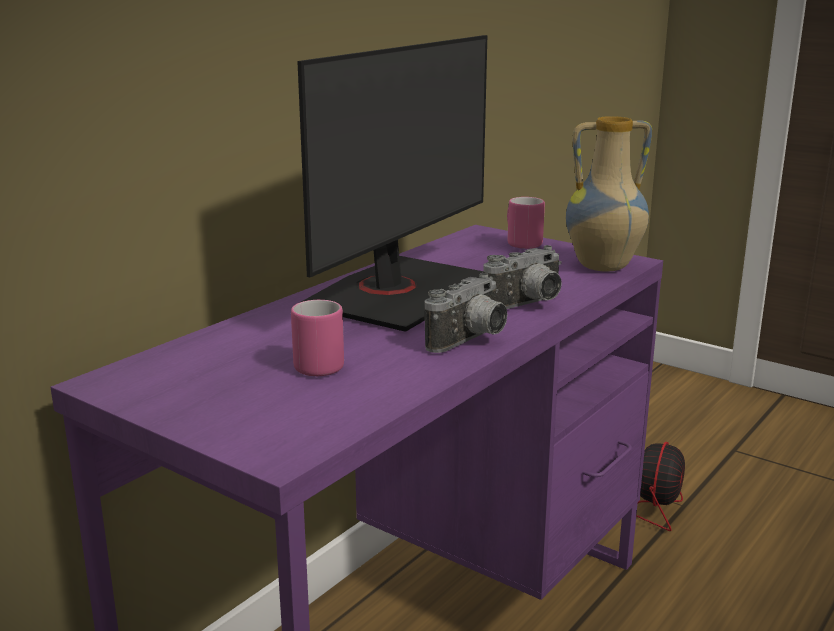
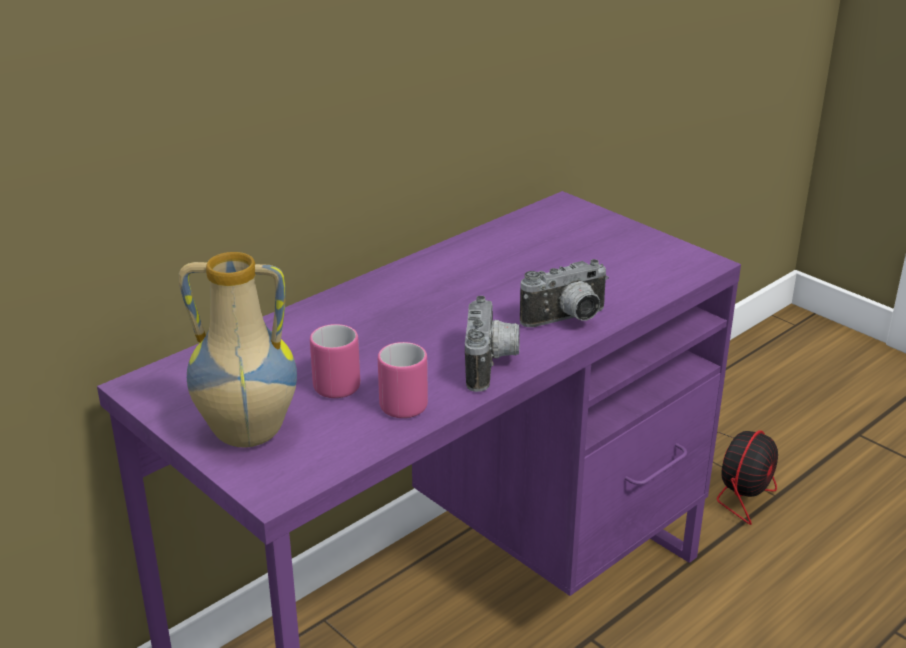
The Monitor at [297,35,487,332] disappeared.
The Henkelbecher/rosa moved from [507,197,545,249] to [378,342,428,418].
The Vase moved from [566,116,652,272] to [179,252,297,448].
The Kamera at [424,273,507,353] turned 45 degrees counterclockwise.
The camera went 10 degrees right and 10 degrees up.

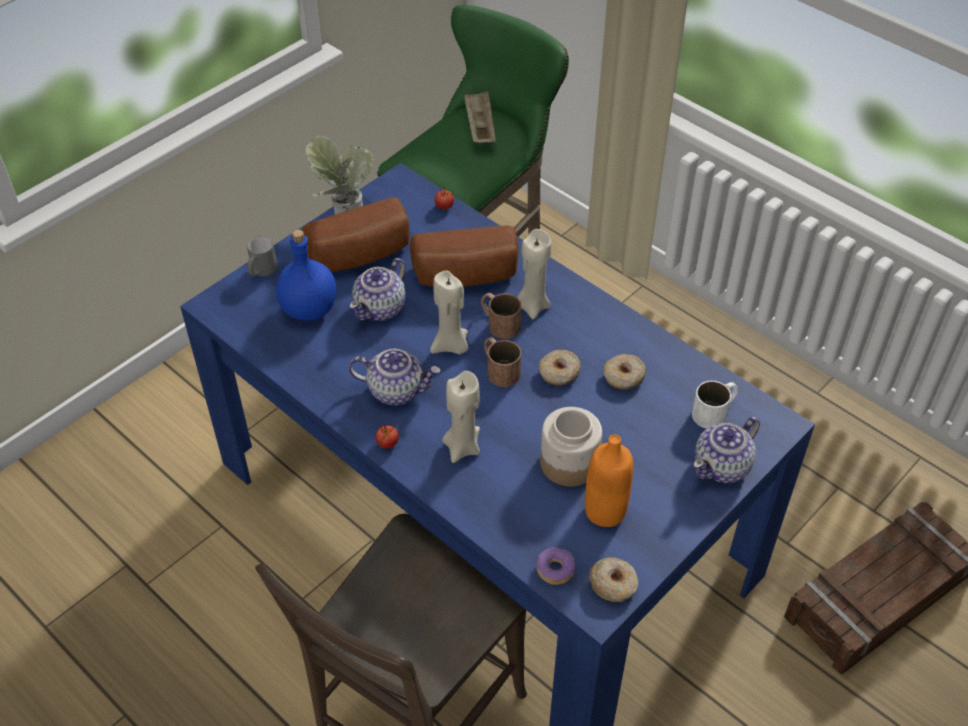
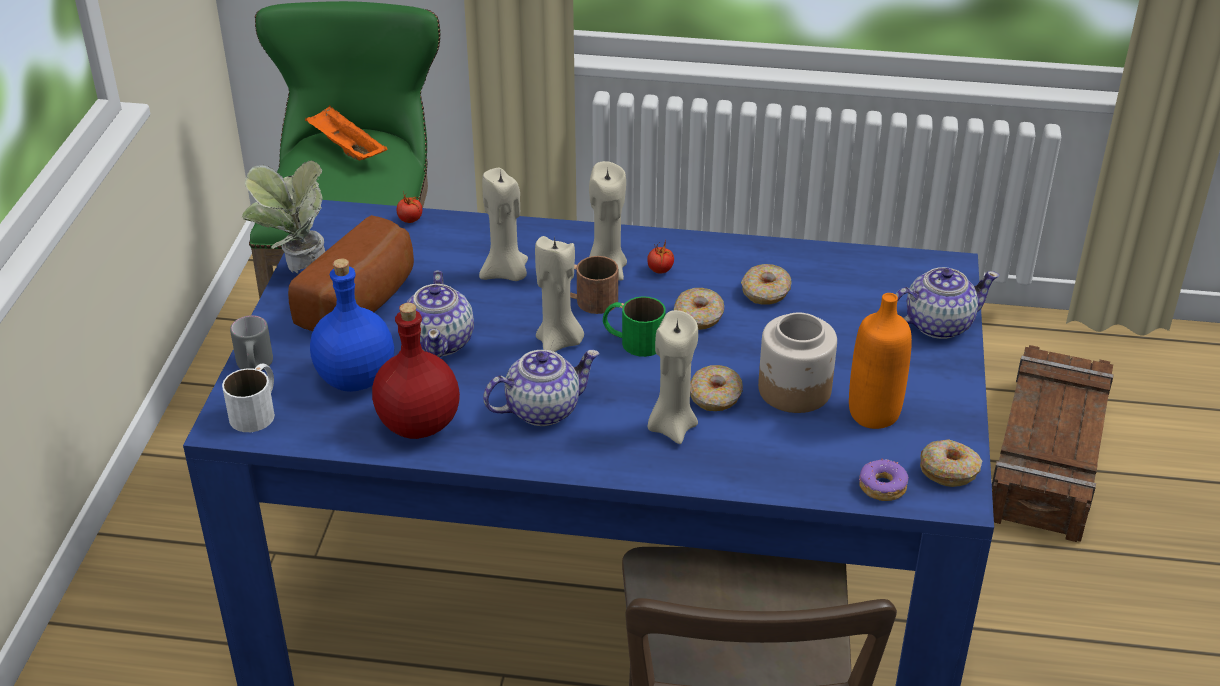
The Flasche/rot at [372,303,460,439] appeared.
The Donut at [690,365,743,411] appeared.
The Tomate moved from [375,424,399,449] to [647,241,674,273].
The Henkelbecher/weiß moved from [692,381,738,429] to [222,364,275,432].
The Brot at [410,225,519,287] was replaced by the Kerze/beige at [479,168,528,281].
The Tablett/beige at [464,91,496,143] became the Tablett/orange at [305,106,387,160].
The Henkelbecher/braun at [484,337,521,387] became the Henkelbecher/grün at [603,296,666,357].
The Teekanne at [693,417,760,483] turned 120 degrees counterclockwise.
The camera went 35 degrees left and 10 degrees down.

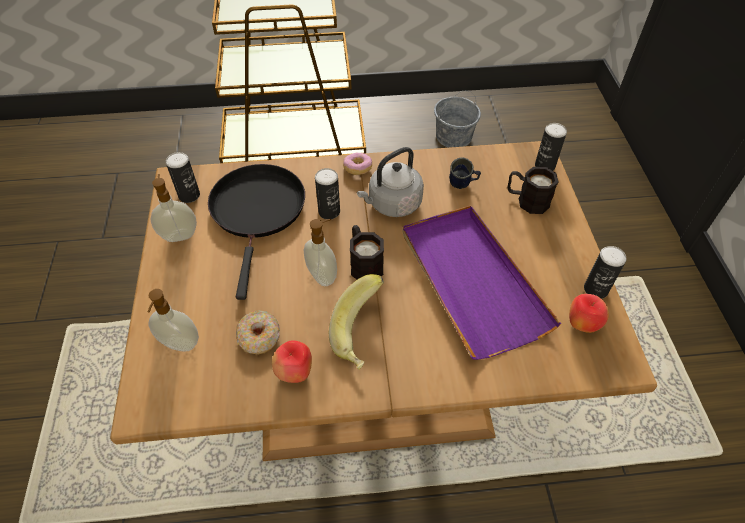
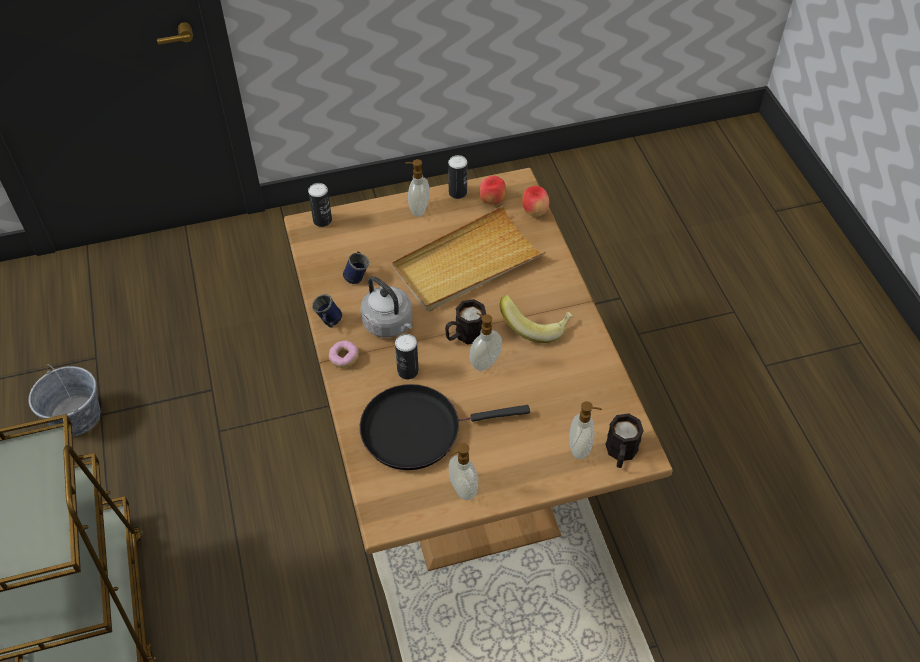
The Dose at [166,152,200,203] disappeared.
The Donut at [236,310,280,355] disappeared.
The Henkelbecher/blau at [312,294,342,328] appeared.
The Seifenspender at [405,159,429,217] appeared.
The Apfel moved from [272,340,312,383] to [522,186,549,217].
The Henkelbecher/schwarz moved from [508,167,558,214] to [605,413,644,468].
The Tablett/lila at [402,205,561,360] became the Tablett/beige at [392,205,546,312].
The camera went 100 degrees left and 0 degrees up.

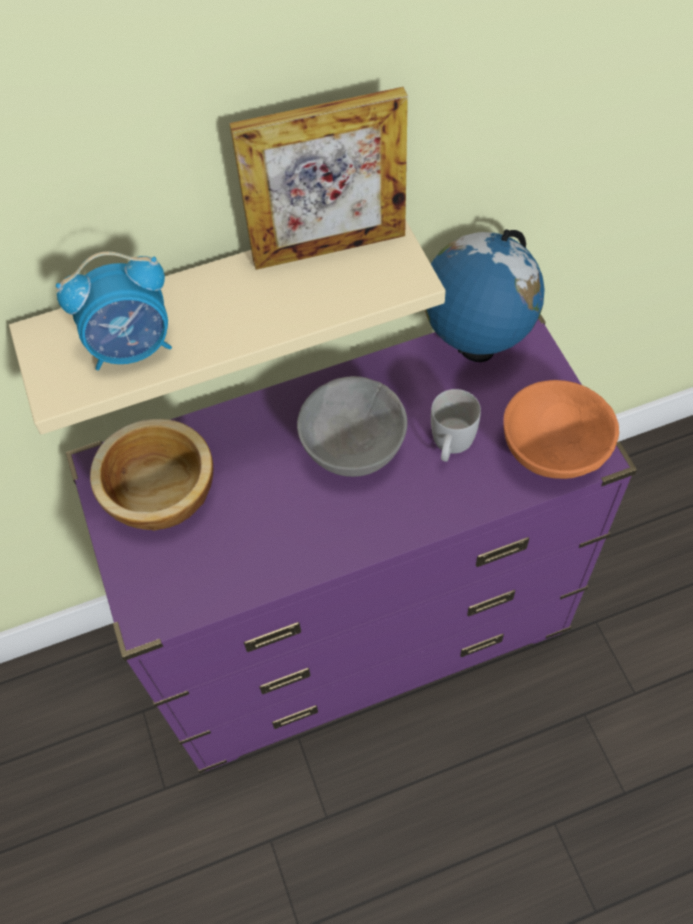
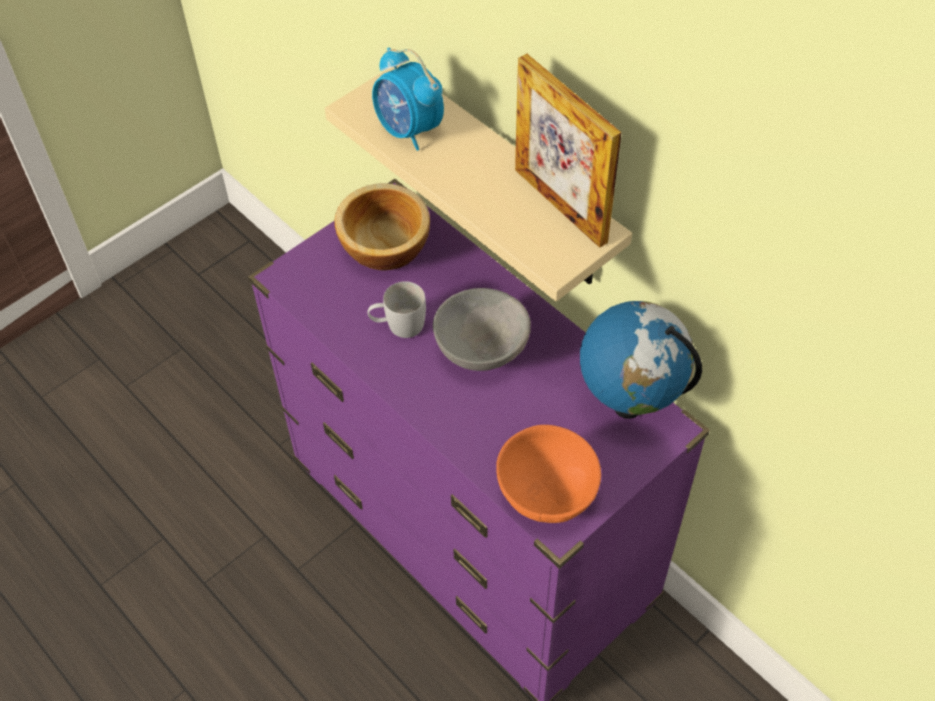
The Henkelbecher/weiß moved from [431,389,481,462] to [368,281,426,338].
The camera went 65 degrees right and 5 degrees down.

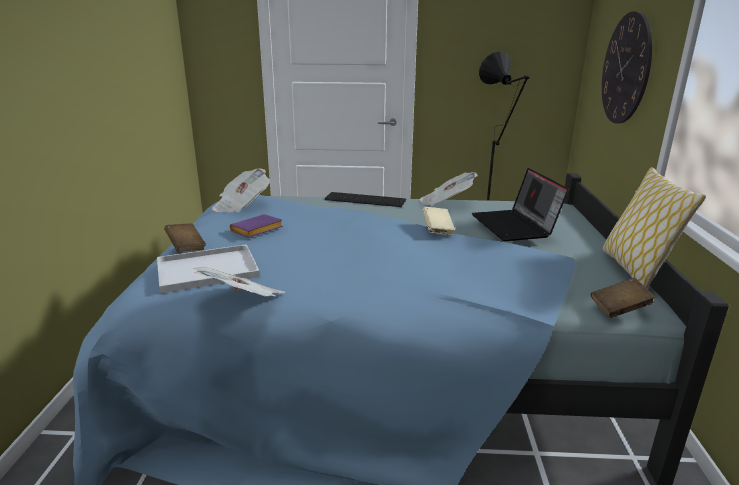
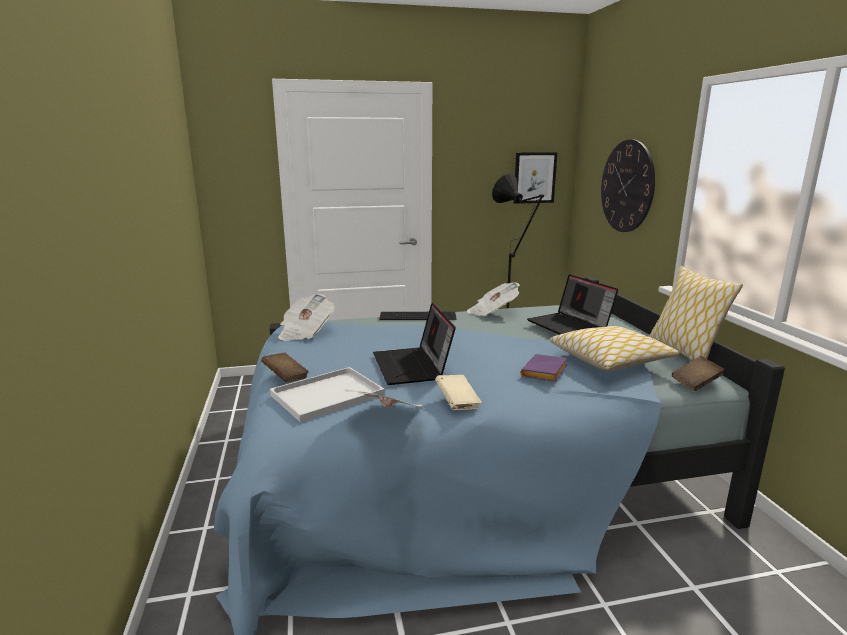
The Laptop at [373,303,456,385] appeared.
The Bild at [514,152,557,204] appeared.
The Kissen at [550,326,680,371] appeared.
The Buch/lila moved from [230,214,283,238] to [520,354,567,382].
The Buch/beige moved from [422,207,455,235] to [435,375,482,410].
The camera went 15 degrees left and 5 degrees down.

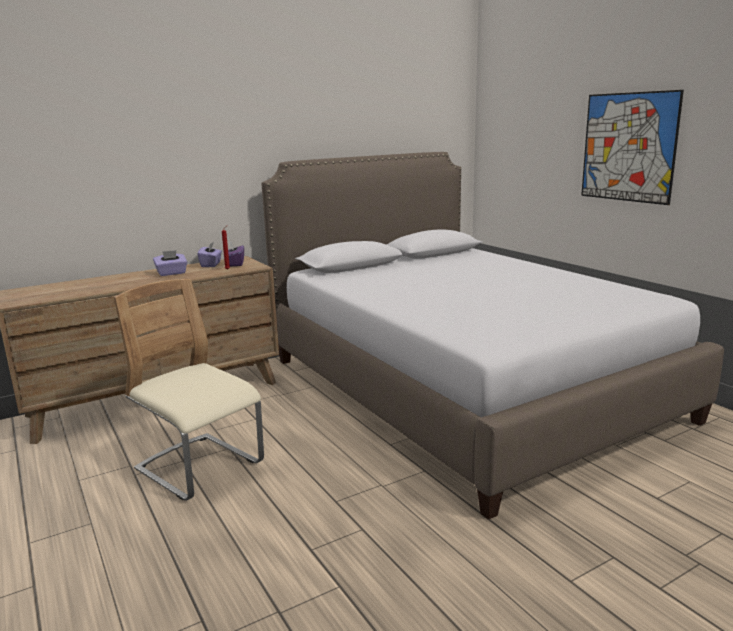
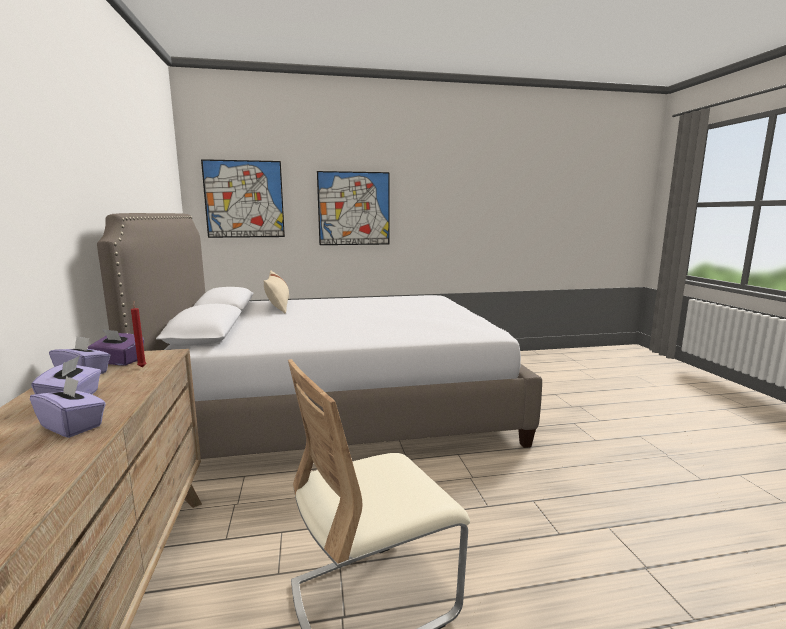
The Taschentuchbox/lila at [30,376,106,438] appeared.
The Bild at [201,159,285,238] appeared.
The Kissen/beige at [263,270,289,314] appeared.
The camera went 70 degrees left and 5 degrees down.

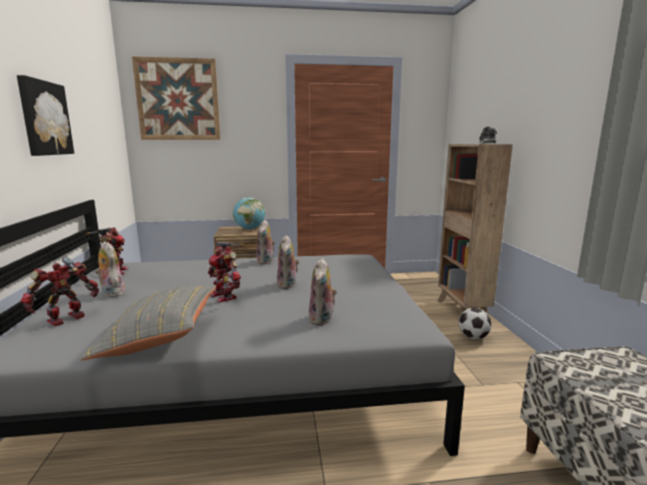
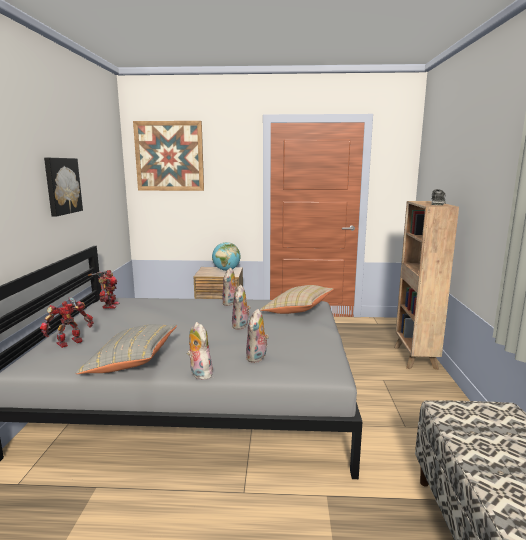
The Spielzeugroboter at [208,242,244,303] disappeared.
The Fußball at [459,308,492,339] disappeared.
The Kissen/beige at [260,285,334,314] appeared.
The Plüschtier moved from [95,241,125,297] to [187,322,213,380].
The camera went 10 degrees right and 0 degrees up.

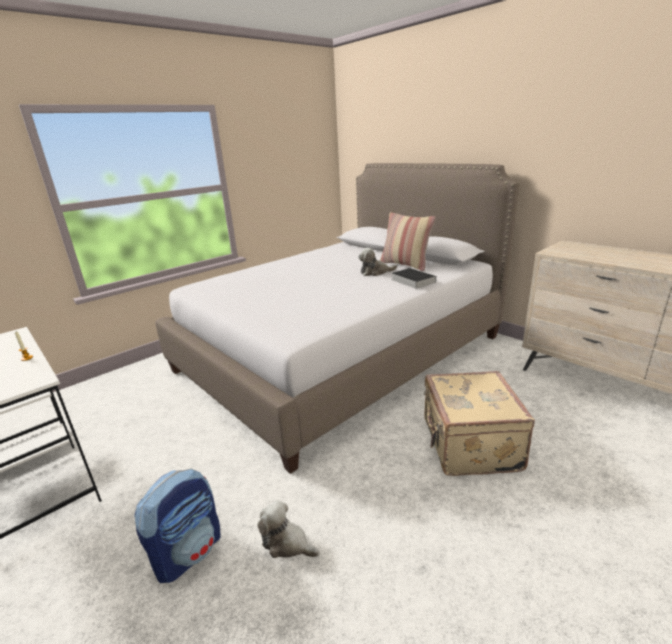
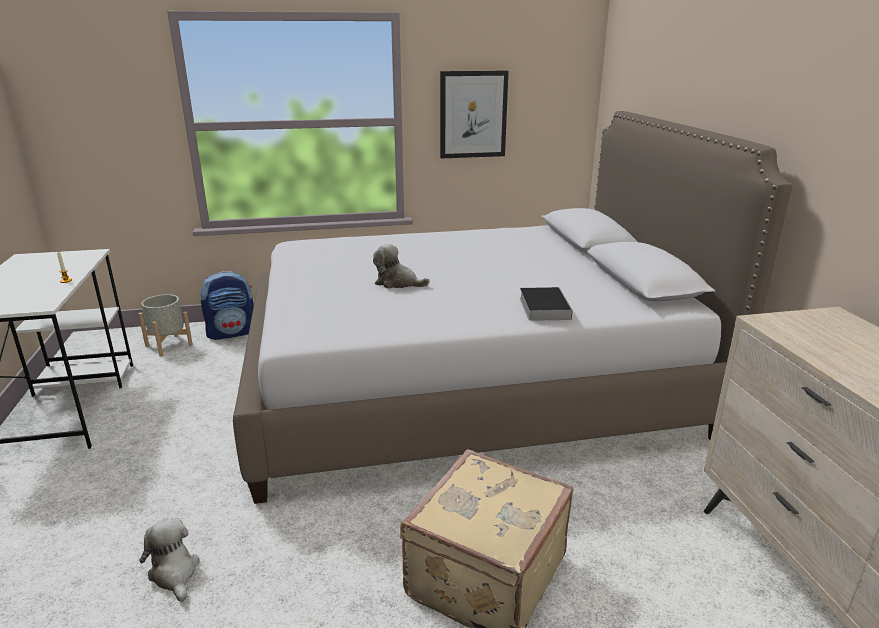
The Kissen at [380,212,436,271] disappeared.
The Pflanzkübel/grau at [138,294,193,357] appeared.
The Bild at [440,71,509,158] appeared.
The Rucksack moved from [134,469,221,583] to [200,271,254,340].
The Plüschtier moved from [358,248,397,276] to [373,243,430,288].
The camera went 30 degrees right and 0 degrees up.

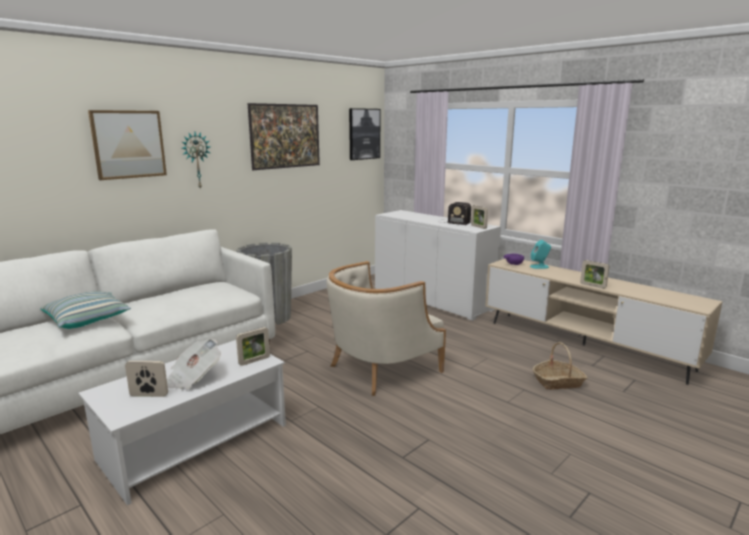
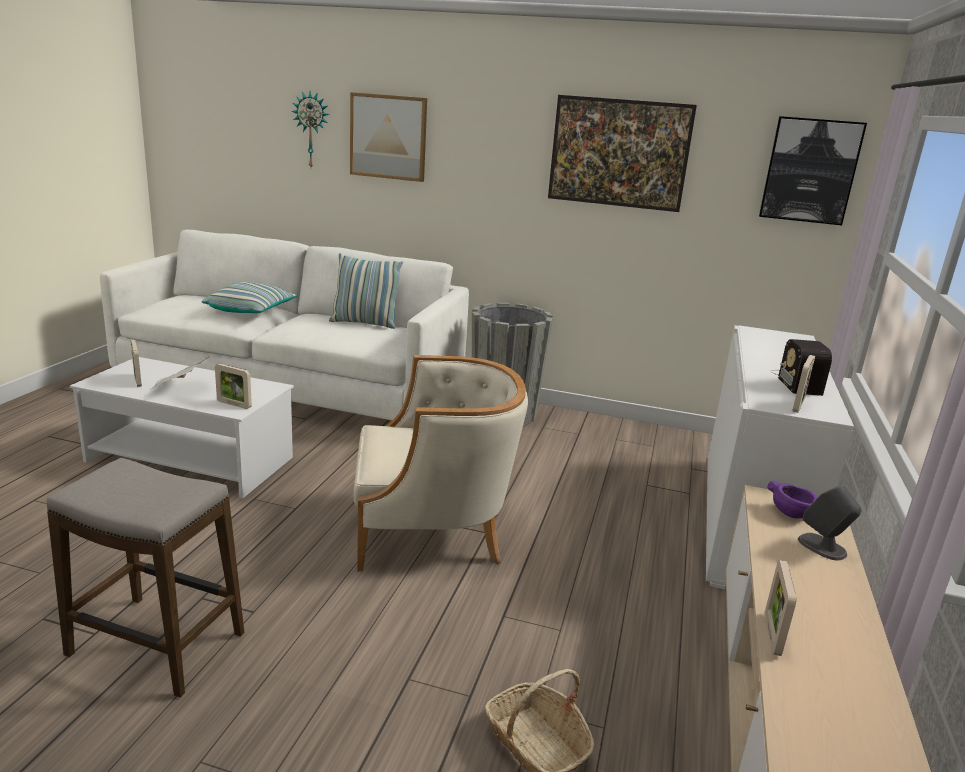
The Hocker at [47,458,244,697] appeared.
The Kissen at [329,253,403,329] appeared.
The Wanduhr moved from [182,132,210,190] to [292,91,329,167].
The Lautsprecher/türkis at [530,240,551,269] became the Lautsprecher/grau at [798,484,862,560].
The Sessel/beige at [326,261,446,396] turned 150 degrees clockwise.
The camera went 60 degrees right and 5 degrees up.

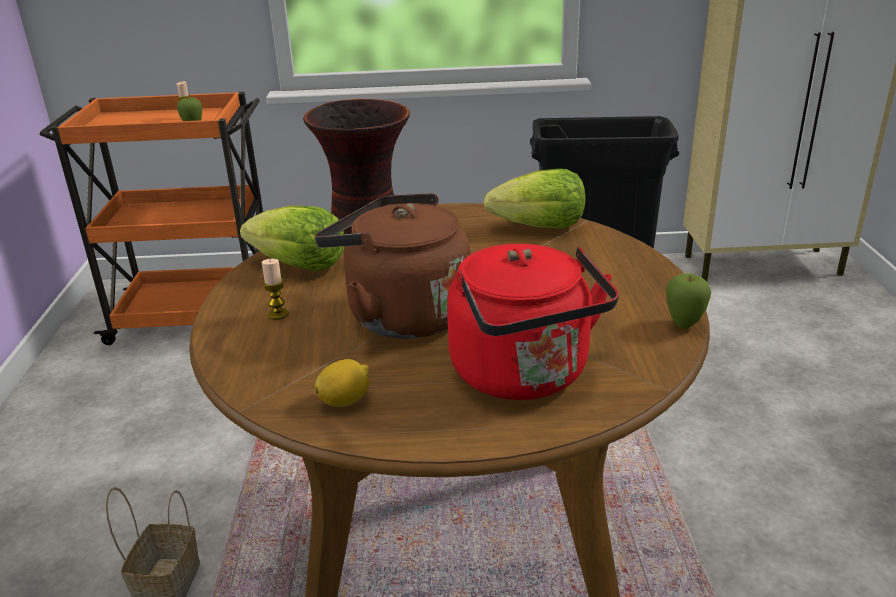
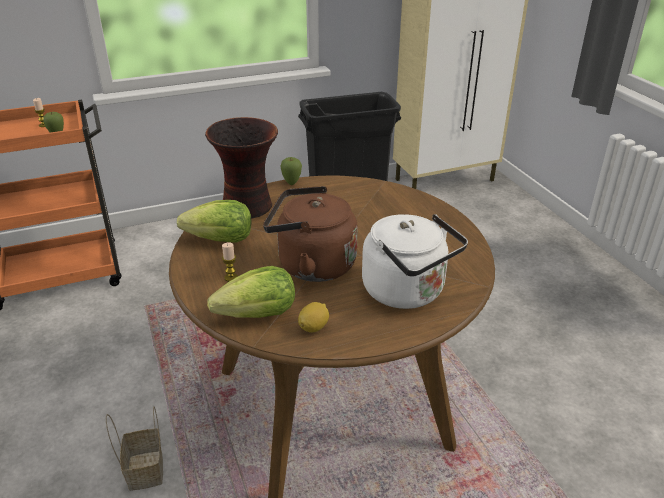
The Salatkopf moved from [484,169,585,228] to [207,266,295,318].
The Apfel moved from [666,273,711,329] to [280,157,302,185].
The Wasserkessel/rot at [447,244,619,400] became the Wasserkessel/weiß at [362,214,468,309].
The camera went 20 degrees left and 5 degrees up.

